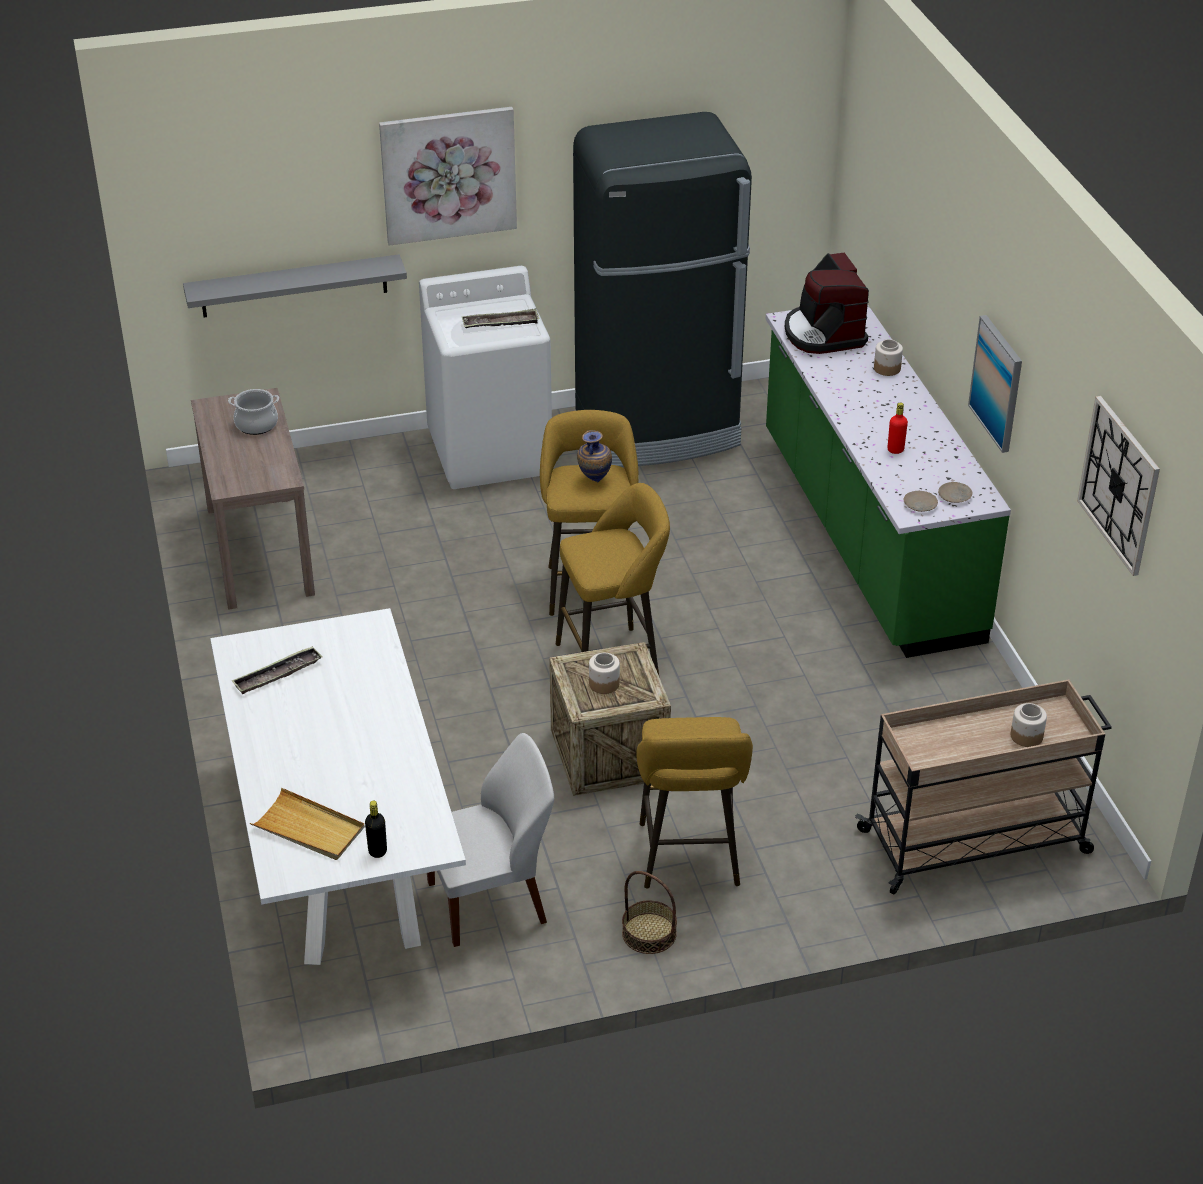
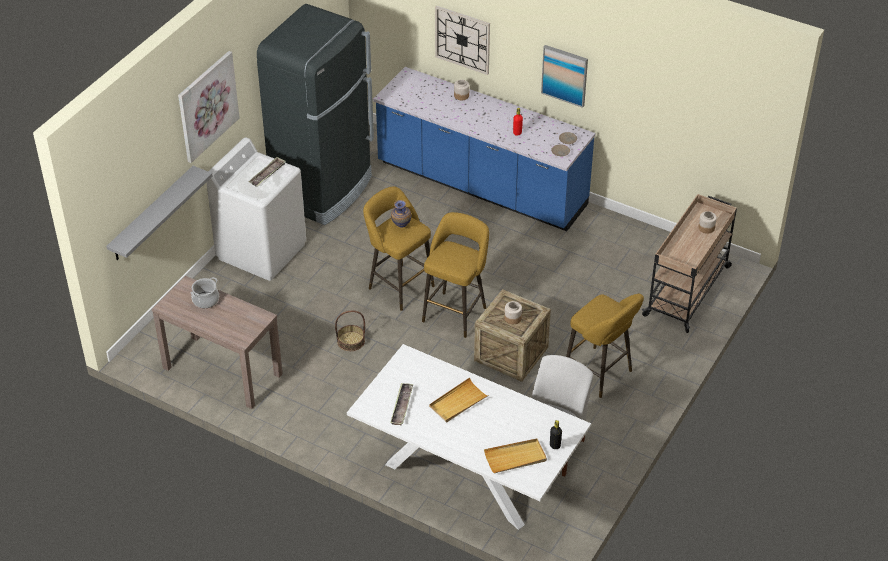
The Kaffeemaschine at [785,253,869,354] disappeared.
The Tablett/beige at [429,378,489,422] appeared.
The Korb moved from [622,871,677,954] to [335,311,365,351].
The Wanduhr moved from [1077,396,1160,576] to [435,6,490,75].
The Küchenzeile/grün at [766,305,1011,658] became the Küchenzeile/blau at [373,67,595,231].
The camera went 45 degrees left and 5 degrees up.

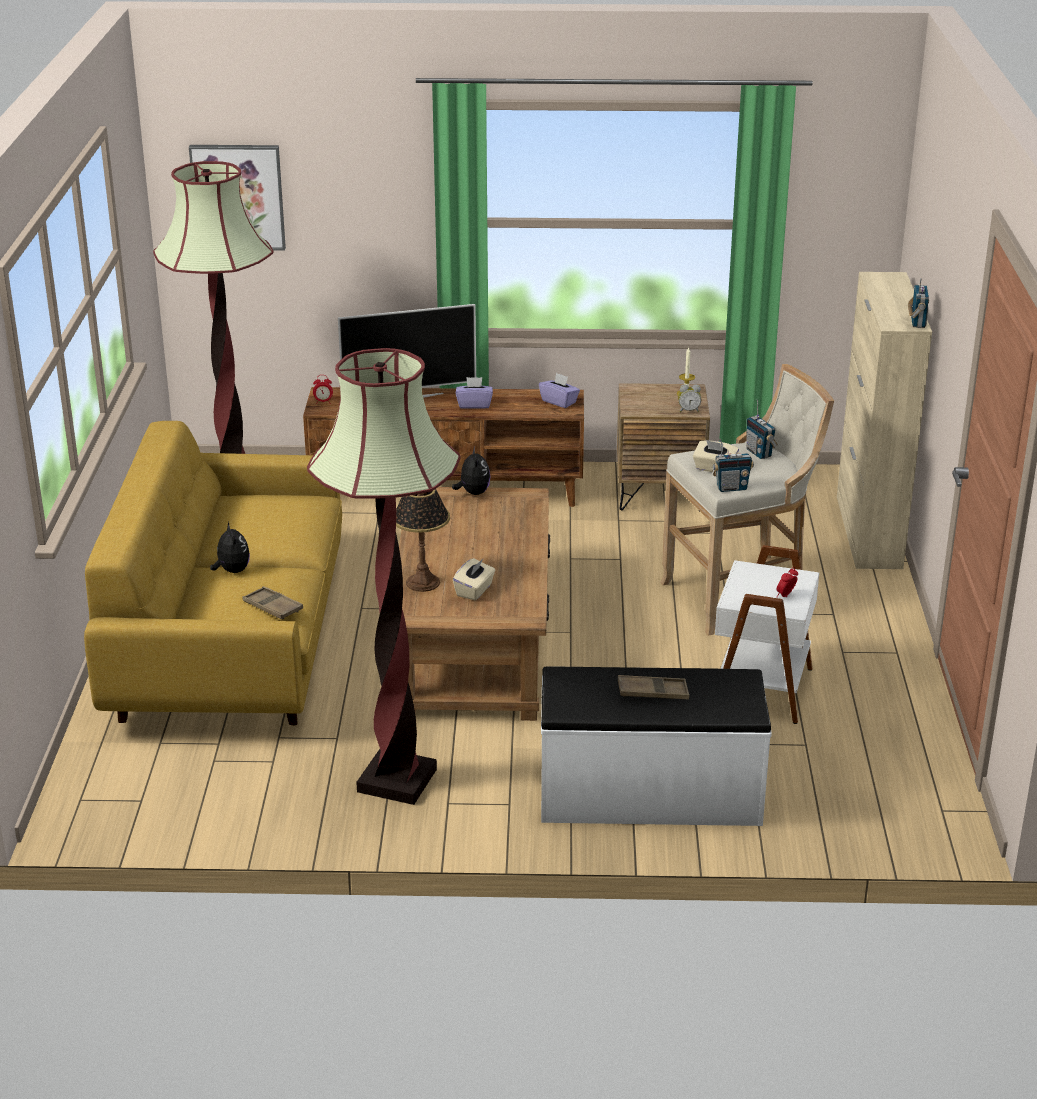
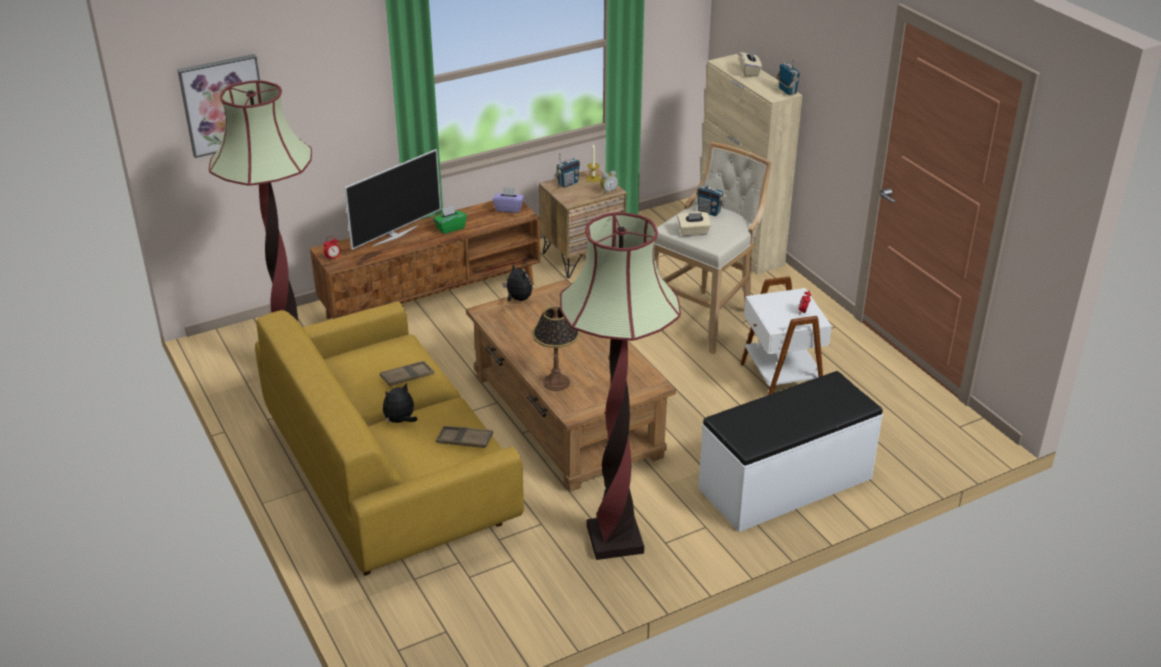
The Taschentuchbox/beige moved from [453,558,495,600] to [739,49,762,77].
The Tablett/braun moved from [618,675,690,699] to [380,361,434,386].
The Radio moved from [712,439,754,492] to [555,153,580,188].
The Taschentuchbox/lila at [456,377,493,409] became the Taschentuchbox/grün at [433,206,467,234].
The Plüschtier at [210,522,250,573] turned 75 degrees counterclockwise.
The camera went 30 degrees left and 5 degrees up.

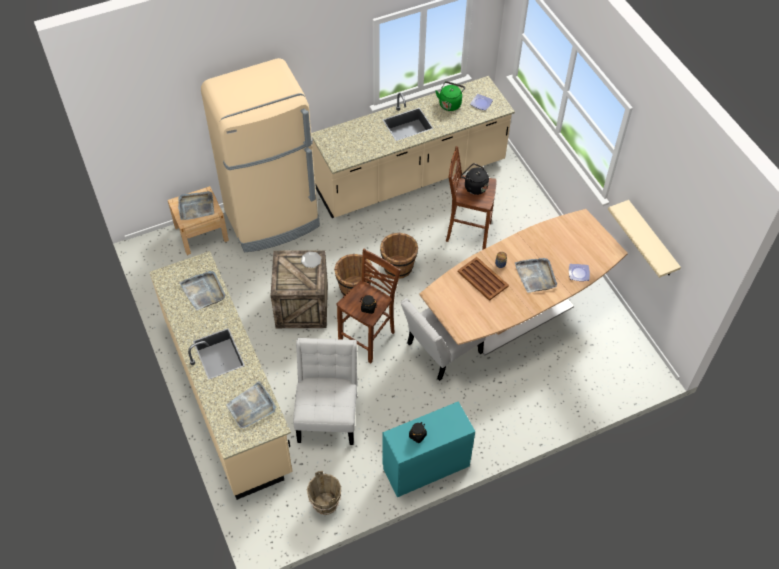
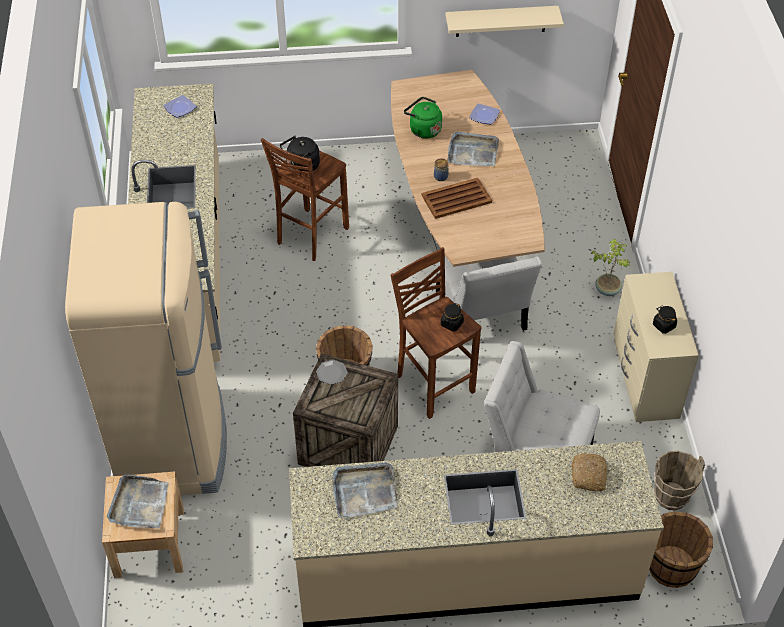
The Topfpflanze at [591,239,630,296] appeared.
The Eimer/braun moved from [380,233,418,279] to [649,511,713,588].
The Wasserkessel/grün moved from [435,81,465,111] to [404,97,442,139].
The Tablett/grau at [226,381,276,428] was replaced by the Brot at [572,453,608,491].
The Kommode/türkis at [383,401,475,497] became the Kommode/beige at [613,272,699,422].
The camera went 70 degrees left and 5 degrees down.

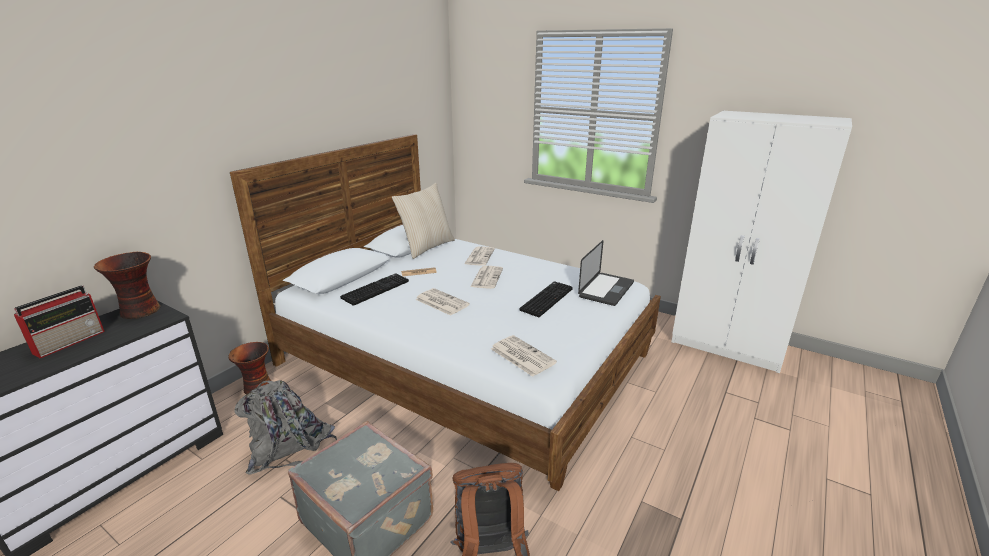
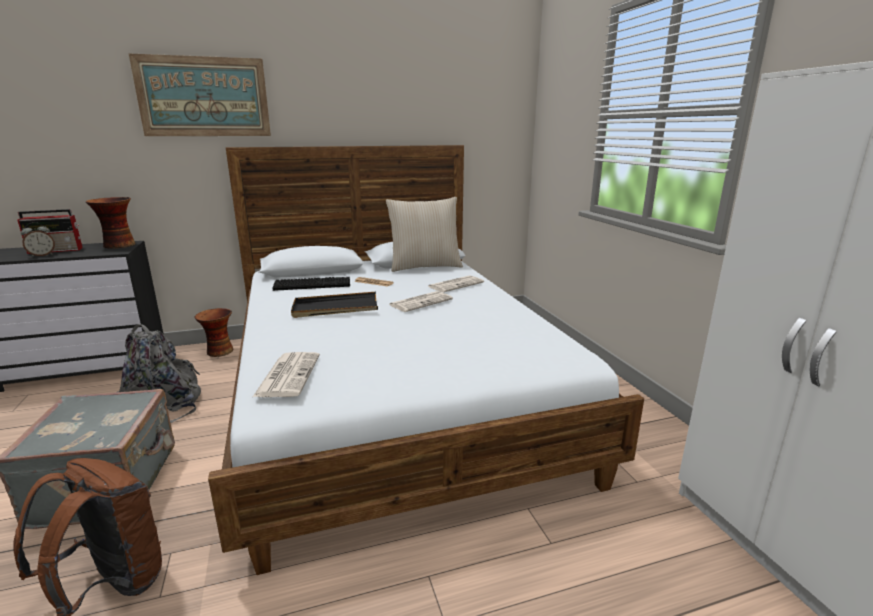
The Tastatur at [519,281,573,317] disappeared.
The Laptop at [578,240,634,306] disappeared.
The Wecker at [21,222,55,257] appeared.
The Bild at [129,53,271,136] appeared.
The Zeitung at [415,288,470,316] was replaced by the Tablett/schwarz at [291,292,378,318].
The camera went 40 degrees right and 5 degrees down.

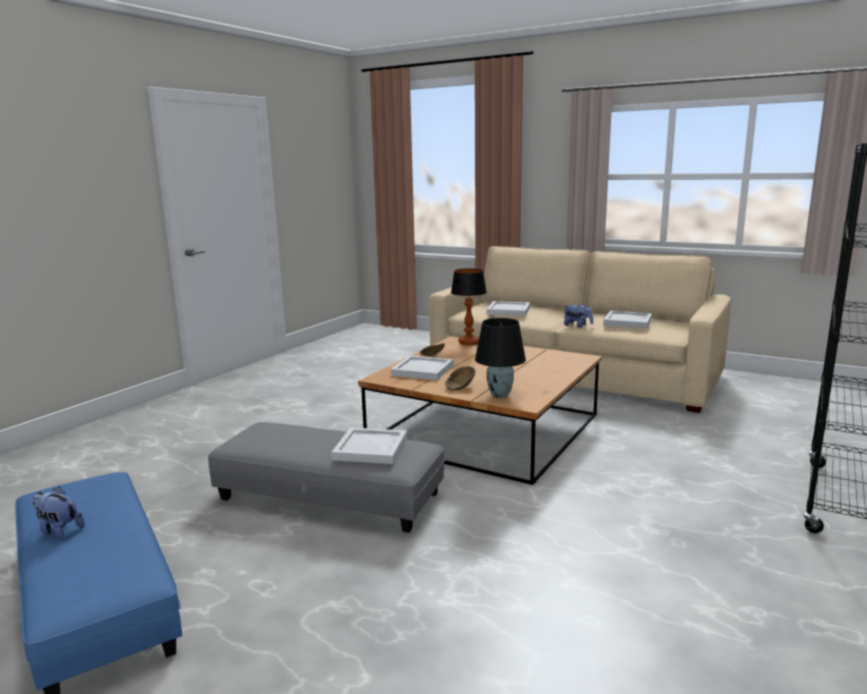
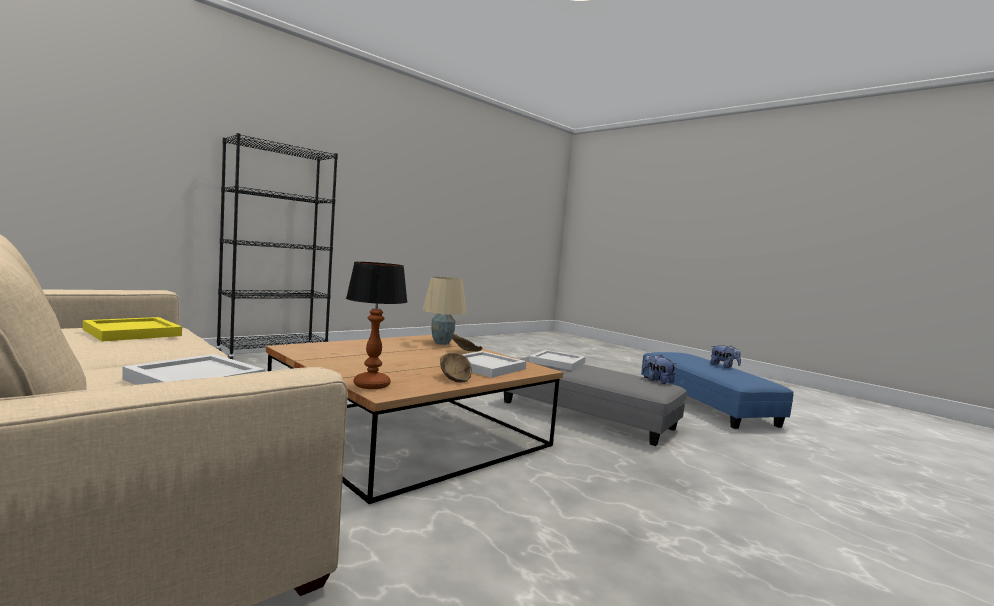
The Plüschtier moved from [564,303,593,328] to [642,355,676,384].
The Tischlampe/schwarz at [475,318,526,398] became the Tischlampe/beige at [422,277,467,345].
The Tablett/weiß at [603,311,652,329] became the Tablett/gelb at [83,317,182,342].
The camera went 165 degrees left and 10 degrees down.

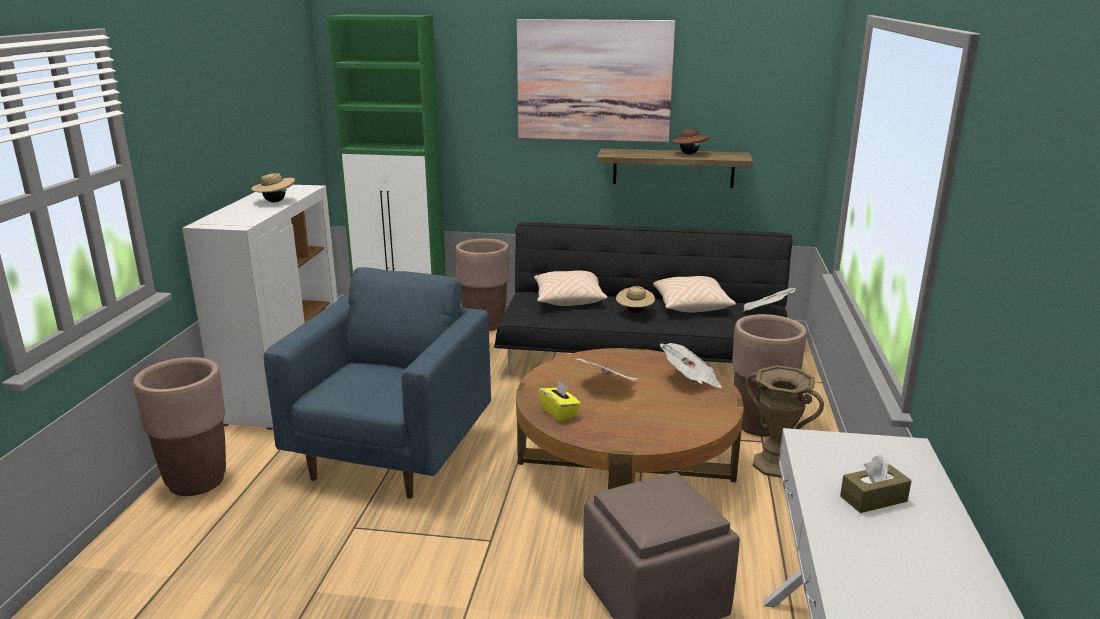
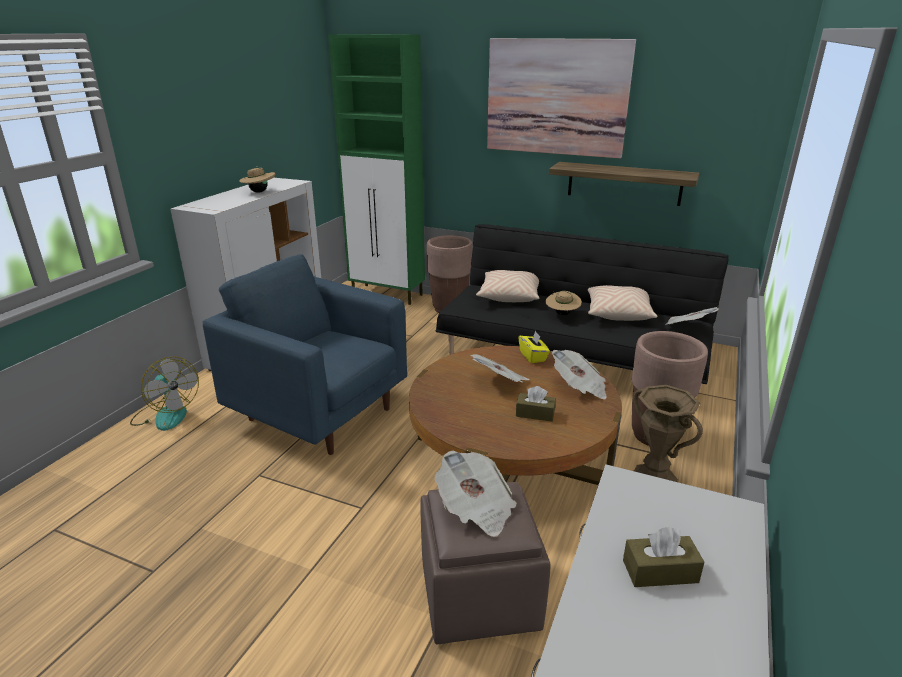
The Hut/braun at [672,128,709,154] disappeared.
The Zeitung at [435,451,517,537] appeared.
The Taschentuchbox/braun at [516,386,556,422] appeared.
The Taschentuchbox/gelb moved from [539,380,581,422] to [518,331,550,363].
The Pflanzkübel/braun at [133,357,226,496] was replaced by the Ventilator at [130,357,199,431].
The Sessel/blau at [264,267,491,499] turned 90 degrees counterclockwise.
The camera went 15 degrees right and 5 degrees up.

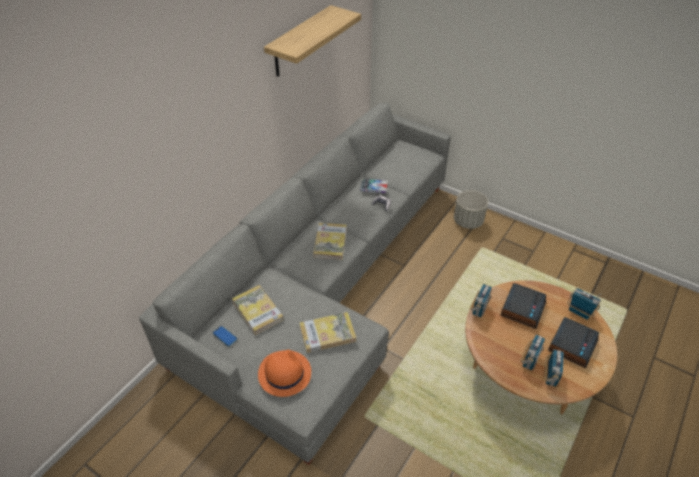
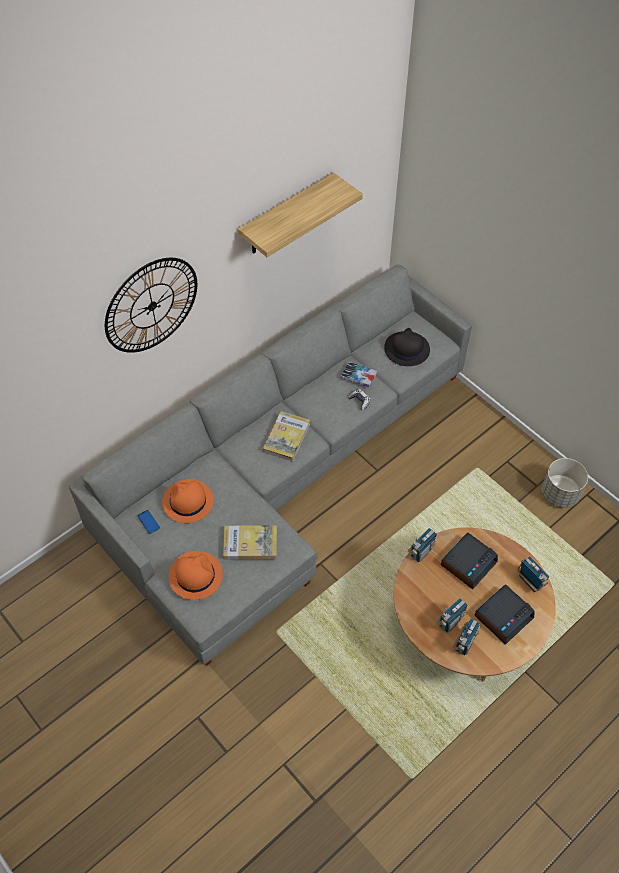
The Wanduhr at [105,258,197,353] appeared.
The Hut/schwarz at [384,328,430,366] appeared.
The Pflanzkübel/grau moved from [454,190,488,229] to [542,458,588,508].
The Buch at [232,285,284,335] was replaced by the Hut/orange at [162,479,214,523].
The camera went 15 degrees right and 10 degrees up.

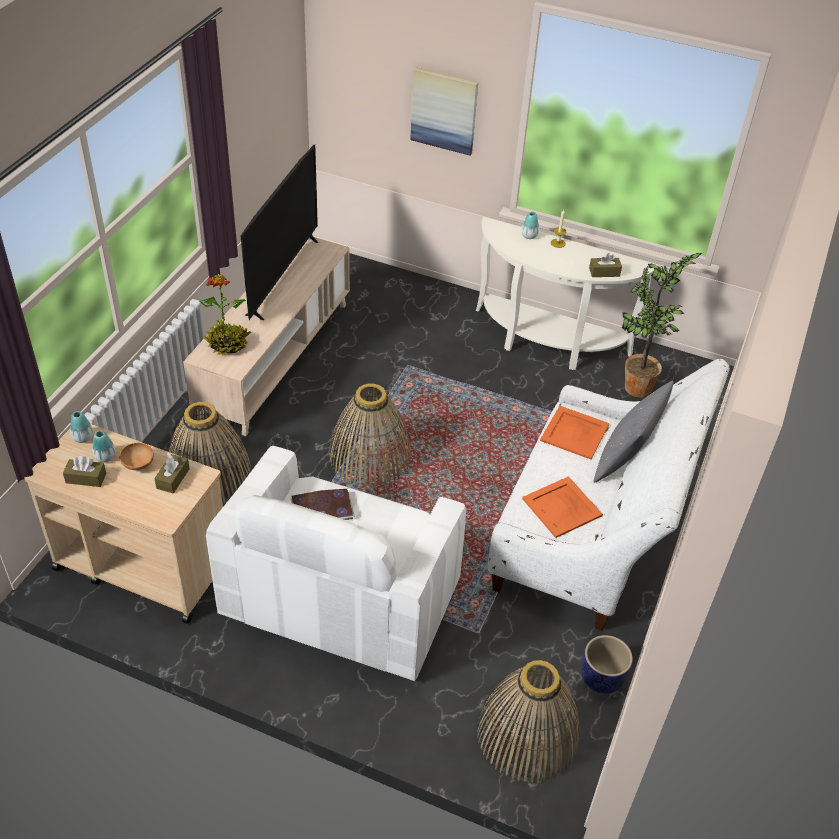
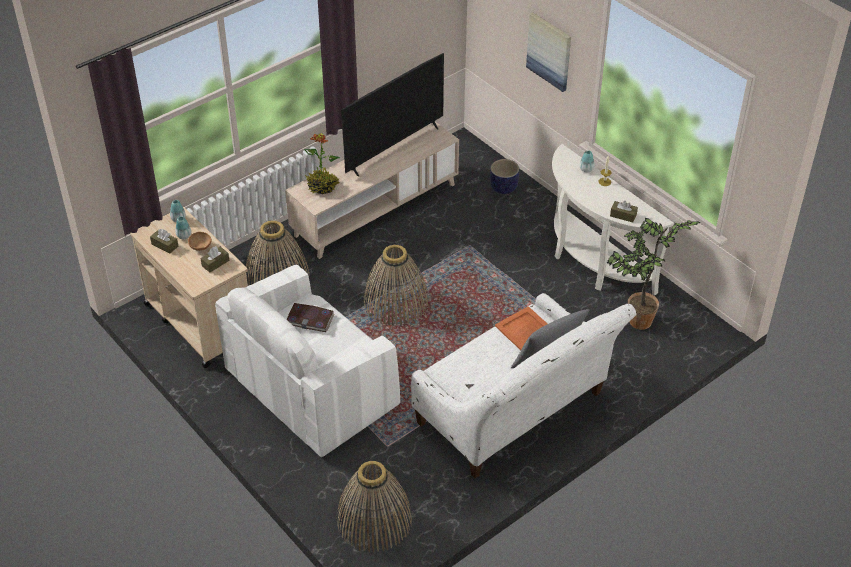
The Tablett/orange at [522,476,603,538] disappeared.
The Pflanzkübel moved from [581,635,633,694] to [490,159,519,194].
The camera went 30 degrees right and 0 degrees up.

